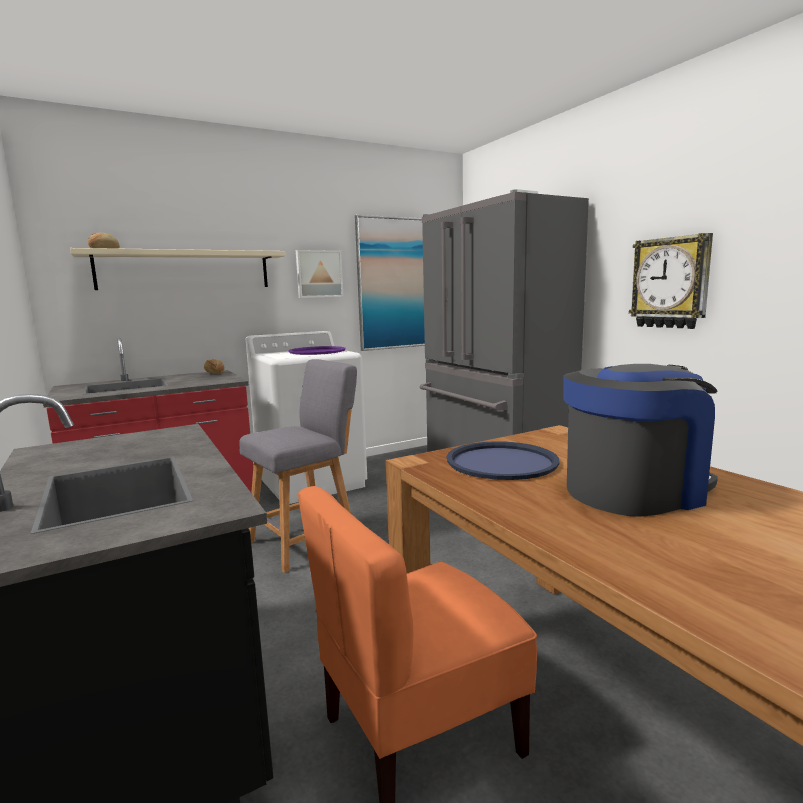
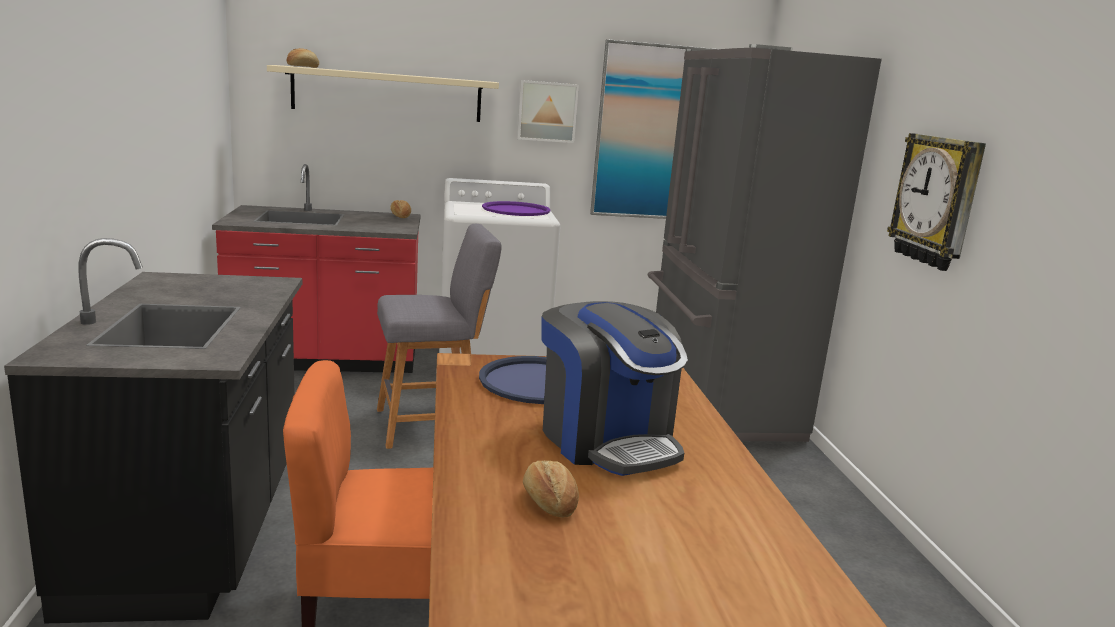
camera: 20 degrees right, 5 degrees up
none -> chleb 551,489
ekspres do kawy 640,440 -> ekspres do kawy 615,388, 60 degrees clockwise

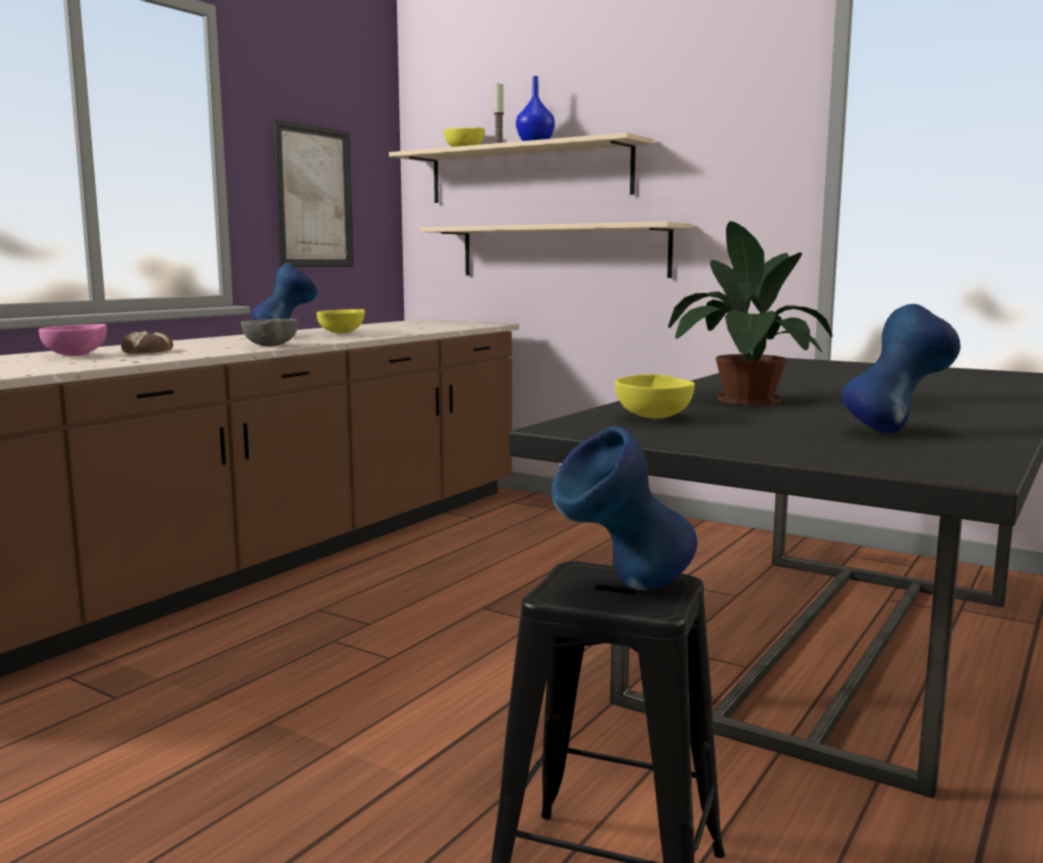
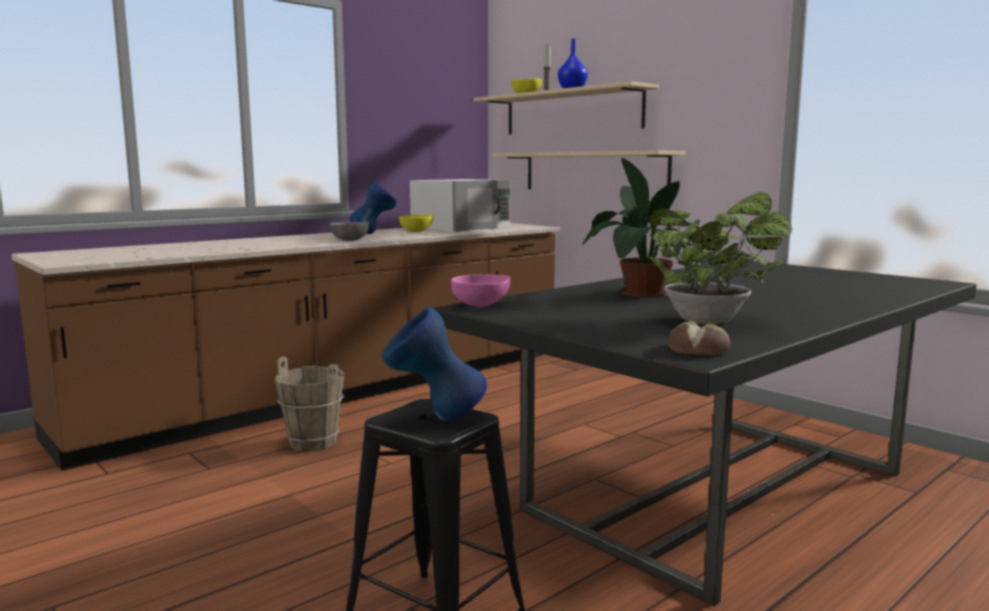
camera: 15 degrees right, 0 degrees up
none -> wiadro/brązowy 310,403
none -> mikrofalówka/biały 460,205
miska/różowy 73,340 -> miska/różowy 480,290, move
wazon/niebieski 901,368 -> roślina doniczkowa 719,258
chleb 147,342 -> chleb 699,338, move
obraz 313,193 -> none
miska/żółty 655,396 -> none

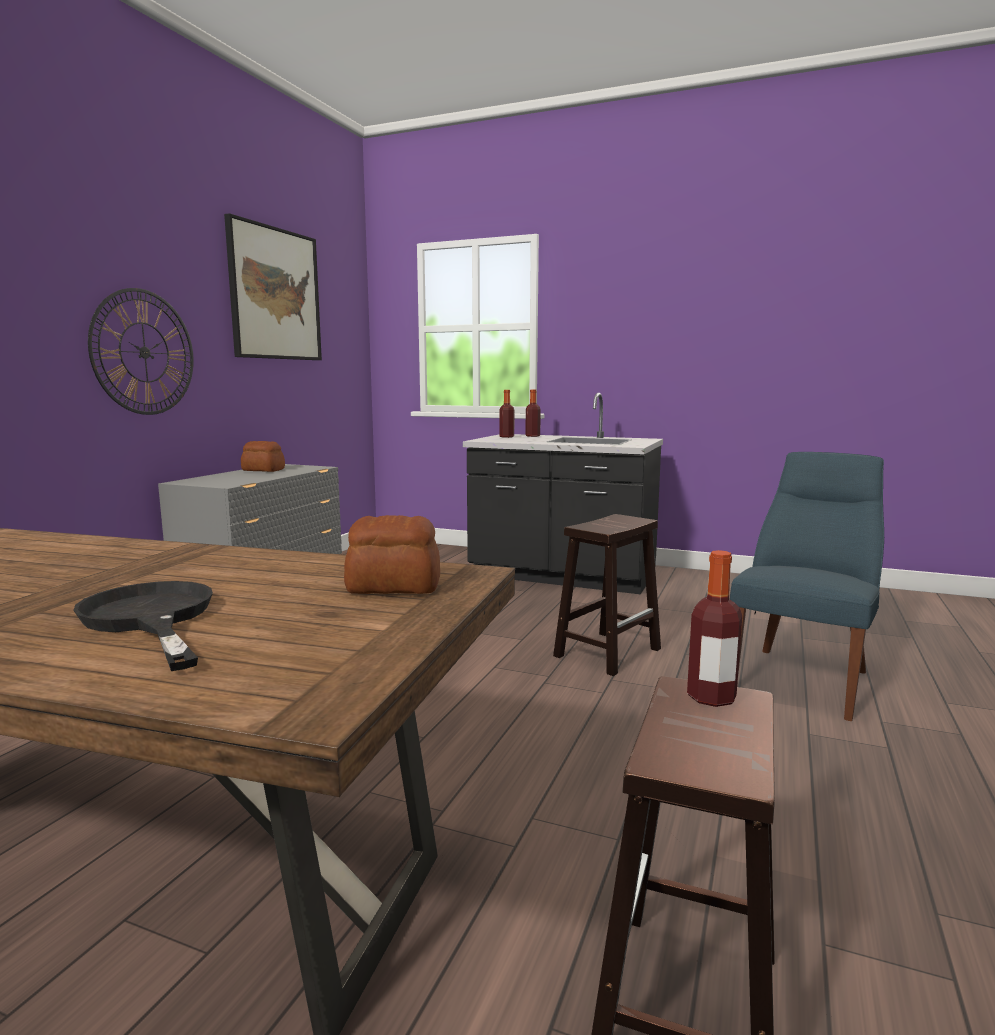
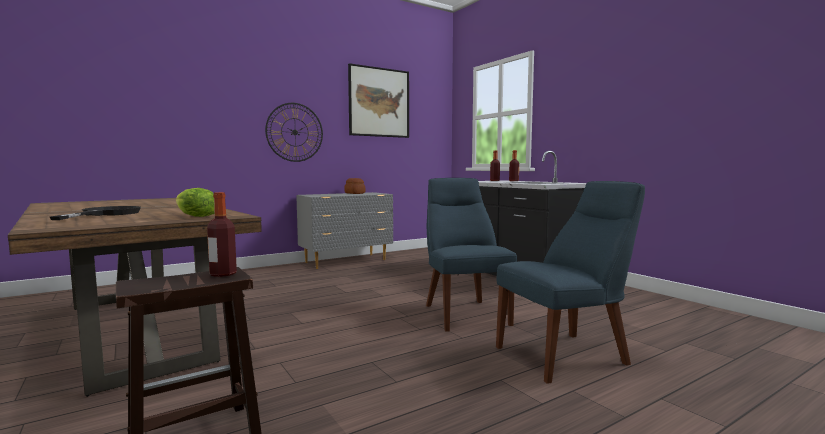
camera: 35 degrees right, 5 degrees down
chleb 392,554 -> sałata 195,202
stołek/brązowy 607,595 -> krzesło/niebieski 471,255

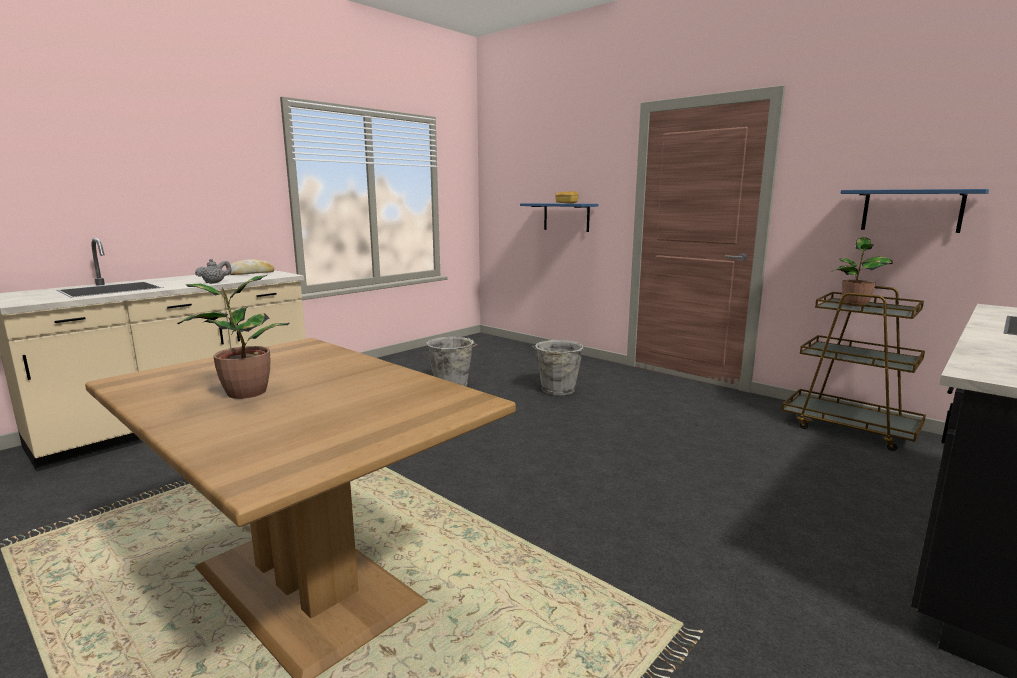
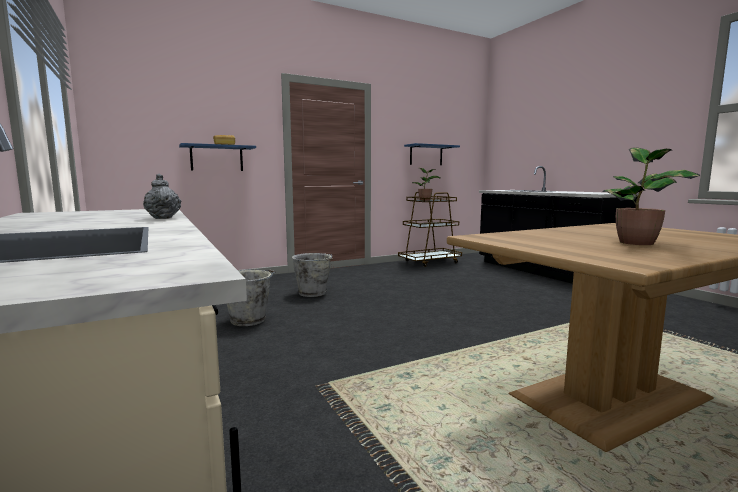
camera: 70 degrees left, 5 degrees down
chleb 252,267 -> none

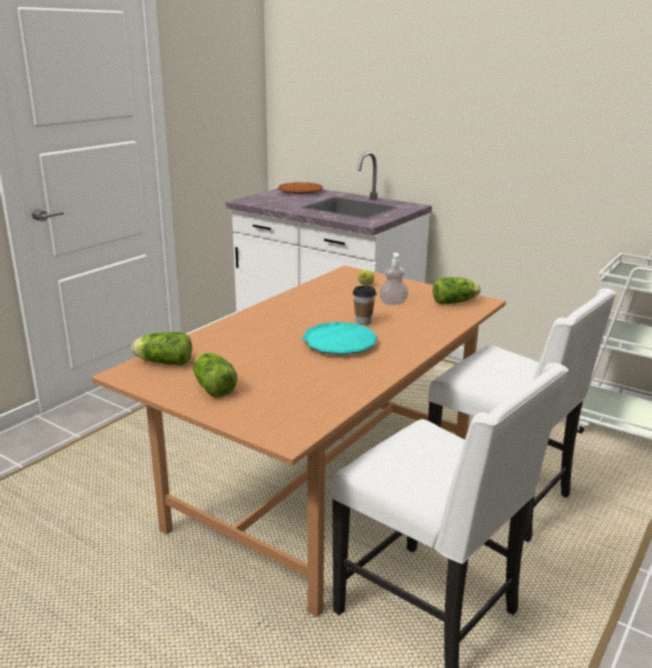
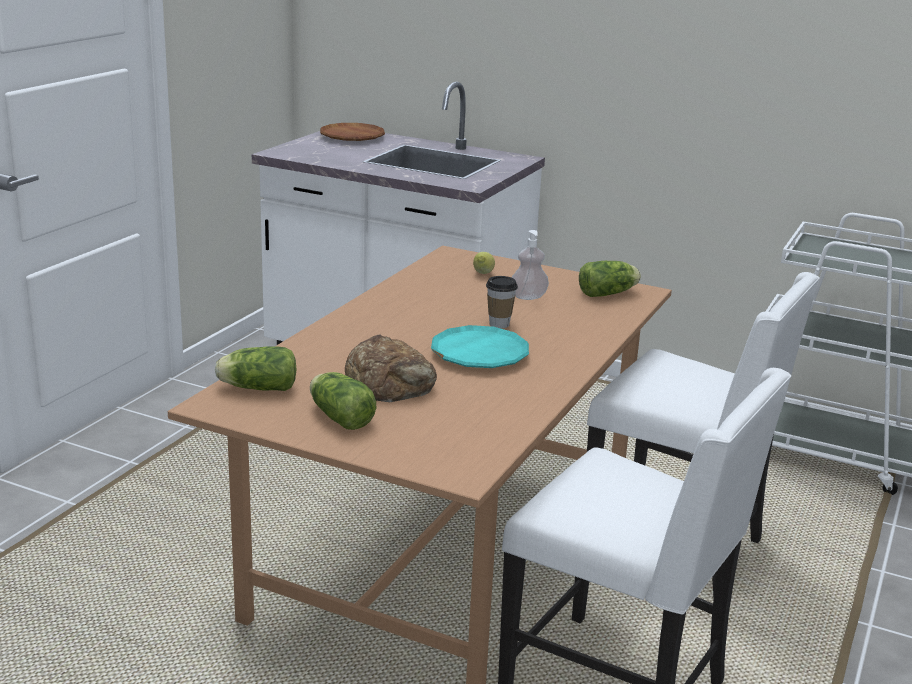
camera: 10 degrees left, 0 degrees up
none -> chleb 391,368

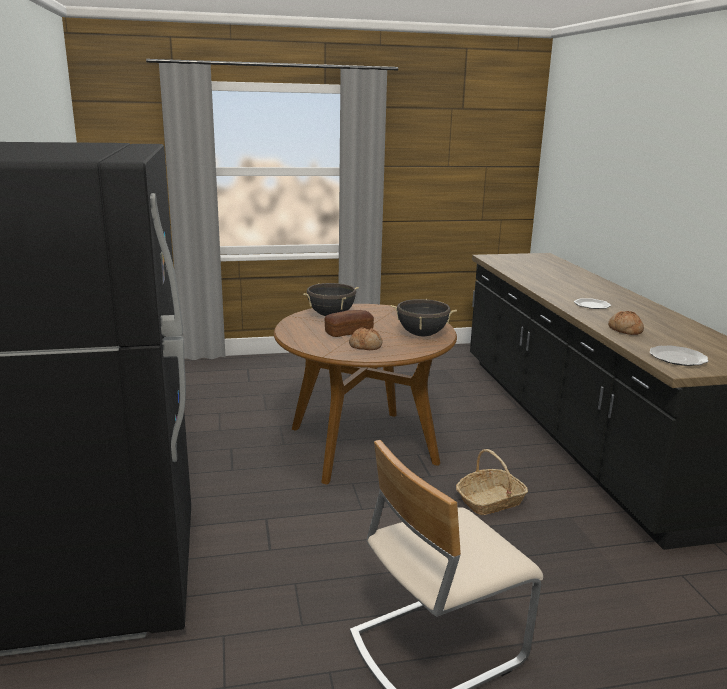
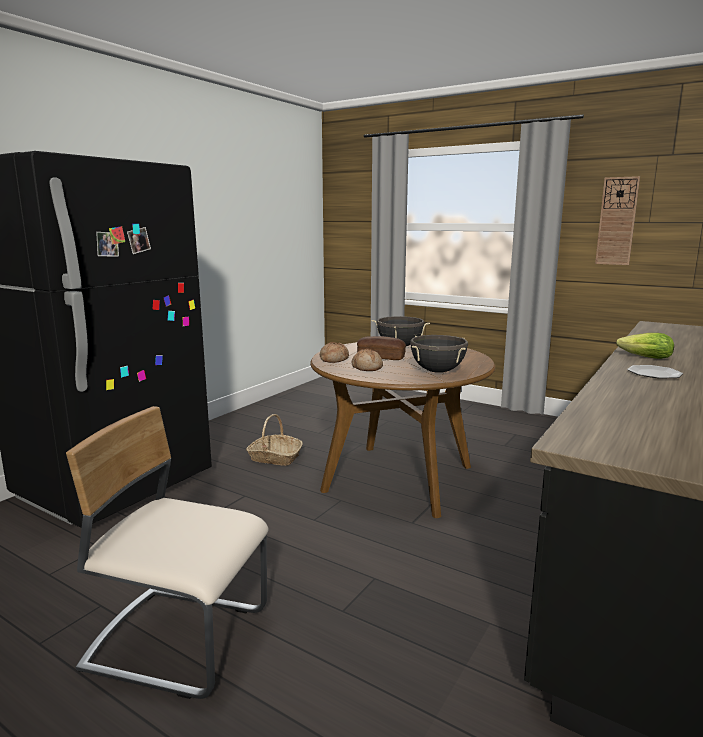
camera: 45 degrees right, 5 degrees down
koszyk 492,482 -> koszyk 274,440, move
chleb 626,323 -> chleb 334,352, move
none -> zegar ścienny 617,220
none -> sałata 645,346
talerz 678,355 -> none

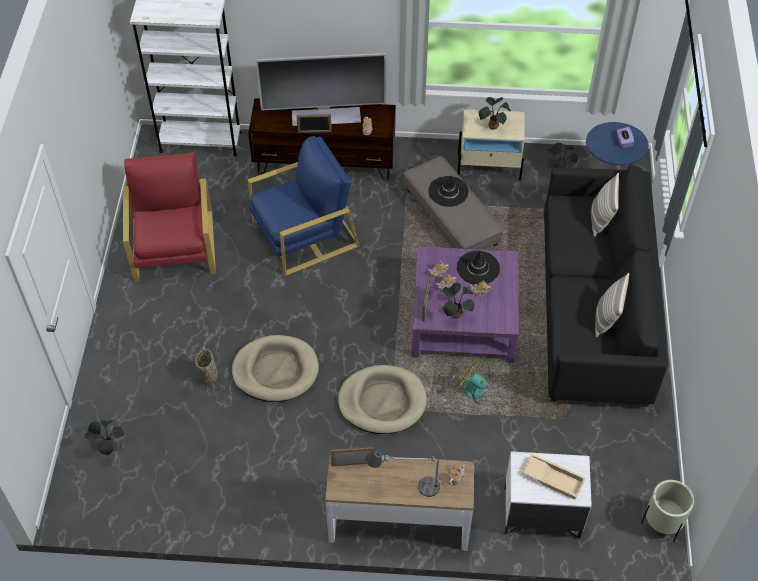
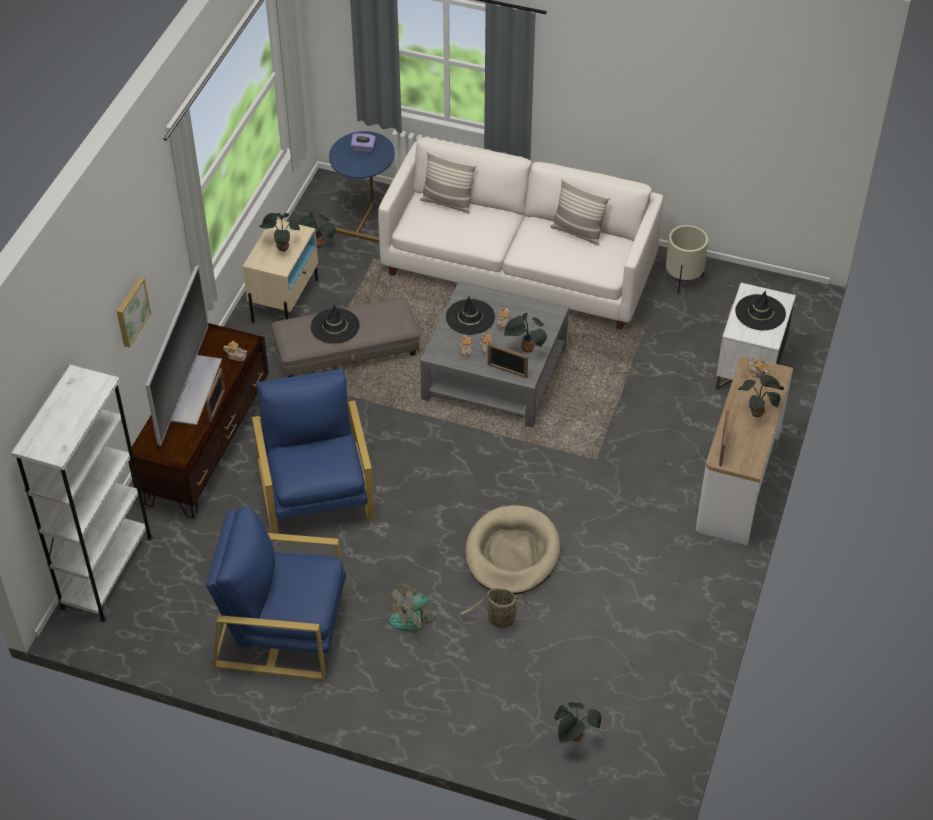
camera: 75 degrees left, 5 degrees down
none -> obraz 134,312
fotel/czerwony 169,217 -> fotel/niebieski 276,593
kanapa/czarny 606,286 -> kanapa/biały 520,233
wentylator 474,381 -> wentylator 414,607, move
ława/fioletowy 465,304 -> ława/szary 494,354
donica/beżowy 667,511 -> donica/beżowy 687,259, move
taca/beżowy 554,477 -> kapelusz/czarny 760,310
lampa stołowa 403,474 -> roślina doniczkowa 761,396
legowisko/beżowy 382,399 -> none

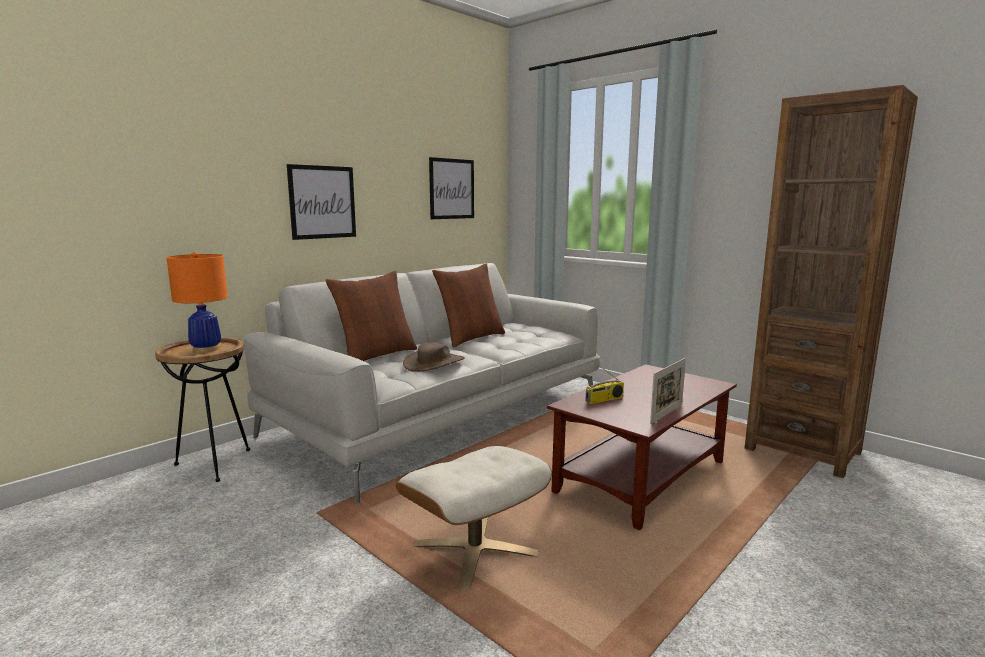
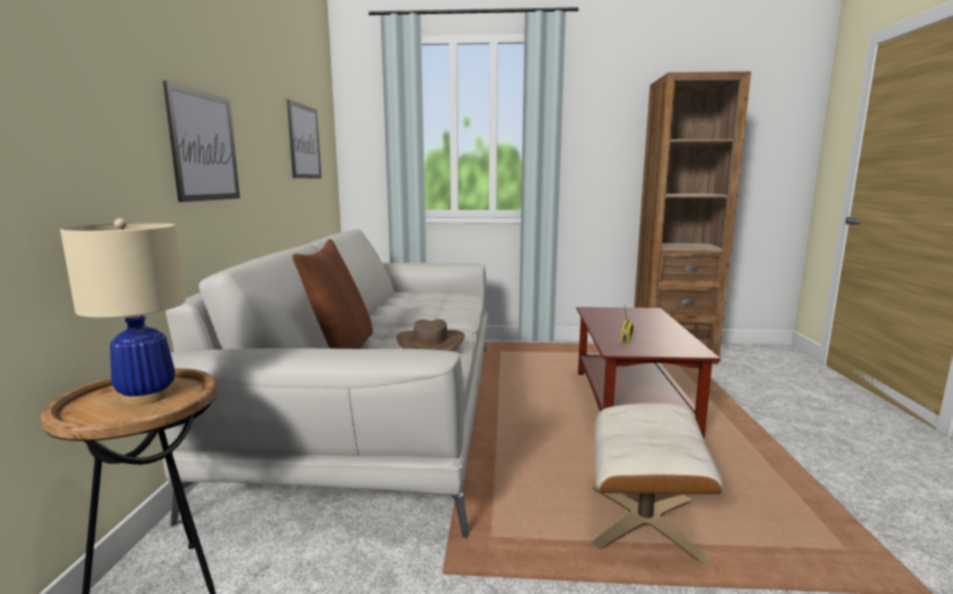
camera: 40 degrees left, 0 degrees up
lampa stołowa/pomarańczowy 197,302 -> lampa stołowa/beżowy 123,311
poduszka/brązowy 468,305 -> none
ramka na zdjęcie 668,391 -> none

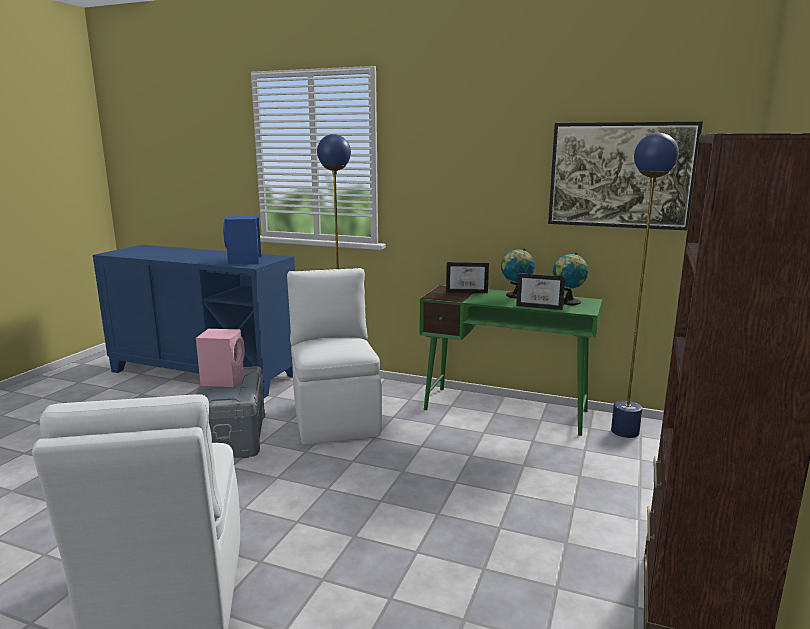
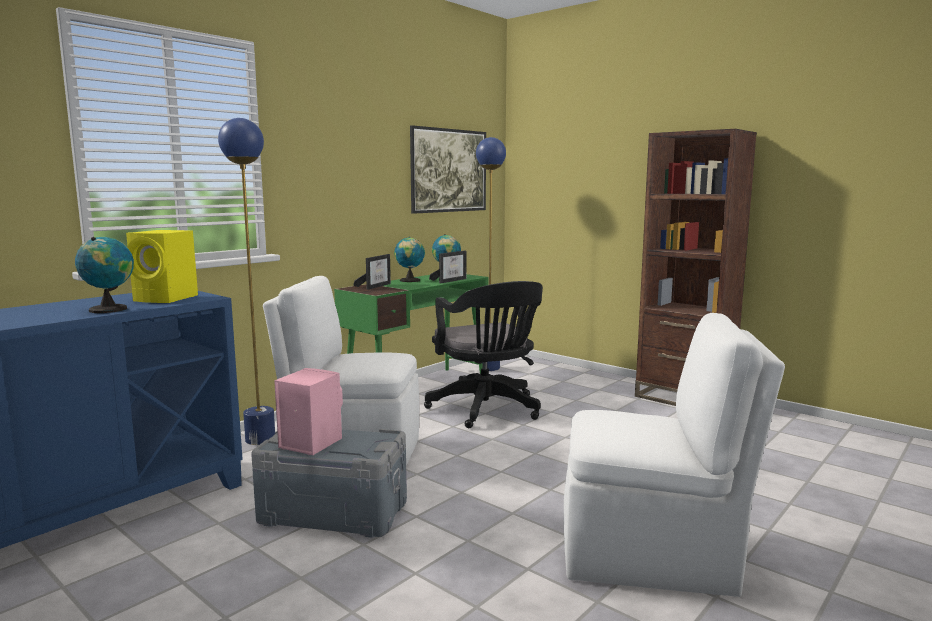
camera: 70 degrees left, 5 degrees down
none -> globus 104,275
głośnik/niebieski 242,240 -> głośnik/żółty 162,266
none -> krzesło biurowe/czarny 483,354

